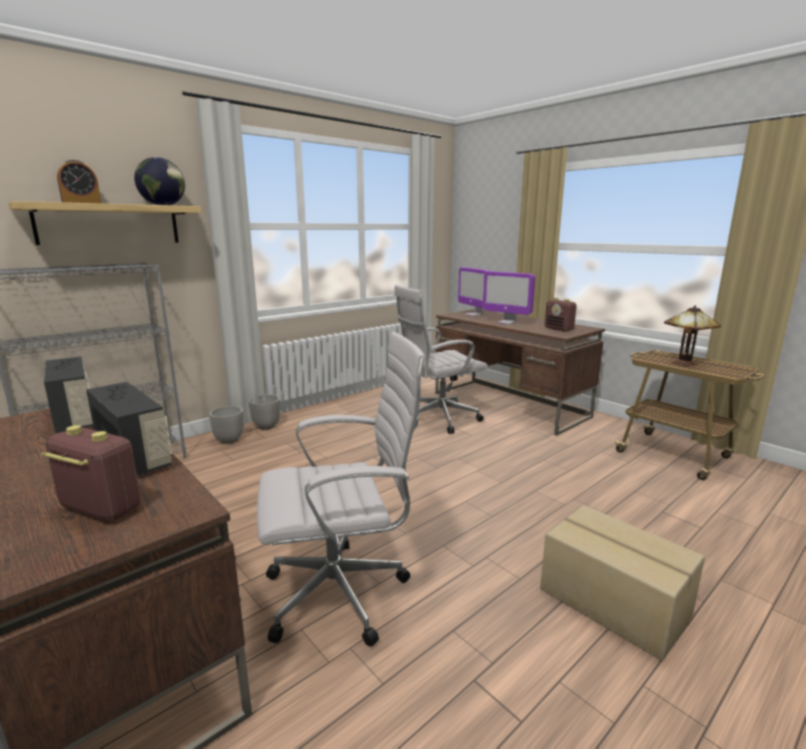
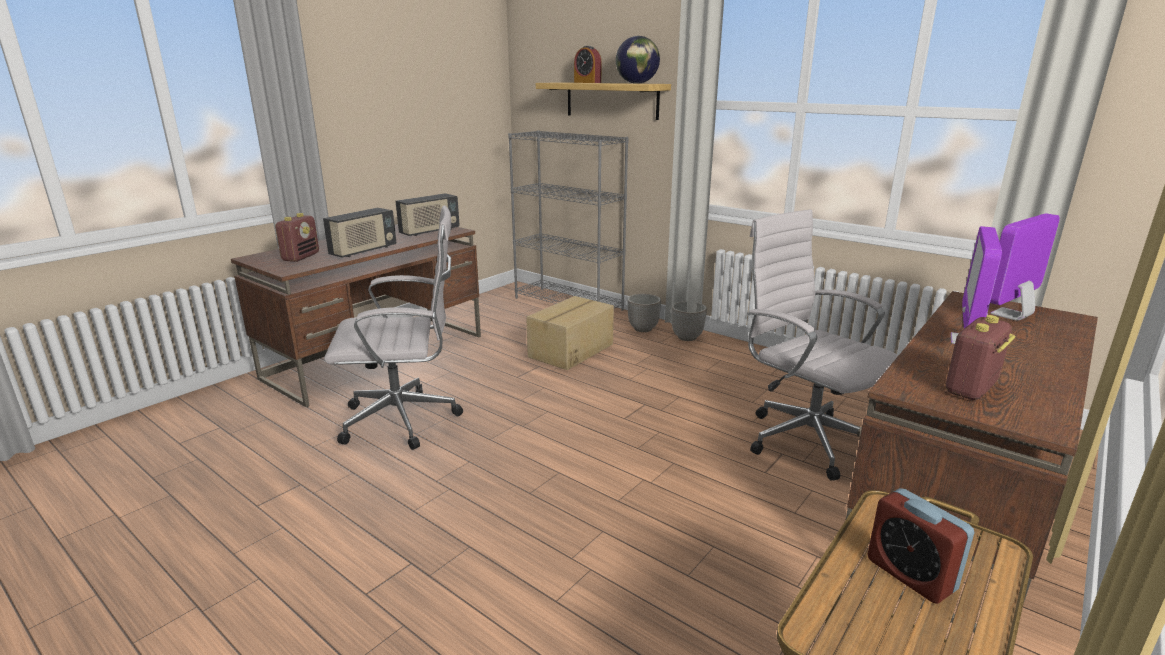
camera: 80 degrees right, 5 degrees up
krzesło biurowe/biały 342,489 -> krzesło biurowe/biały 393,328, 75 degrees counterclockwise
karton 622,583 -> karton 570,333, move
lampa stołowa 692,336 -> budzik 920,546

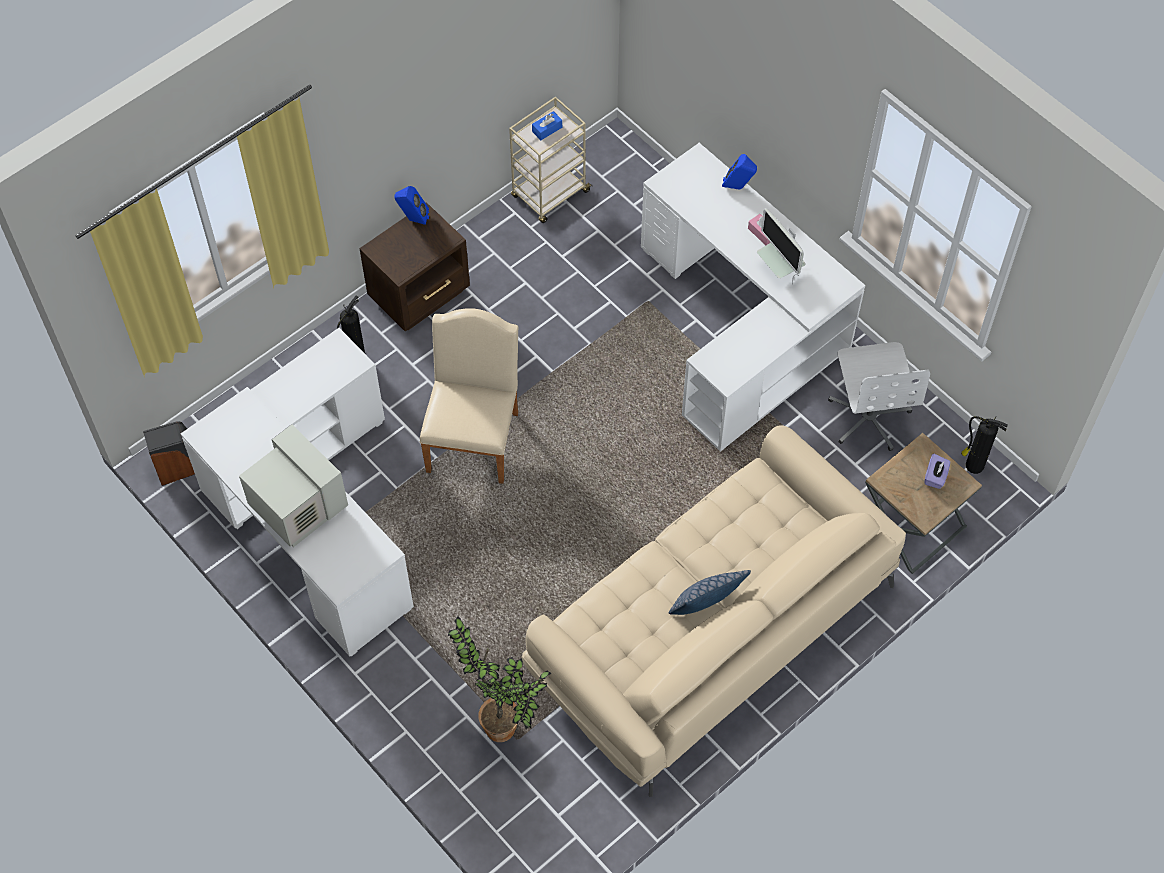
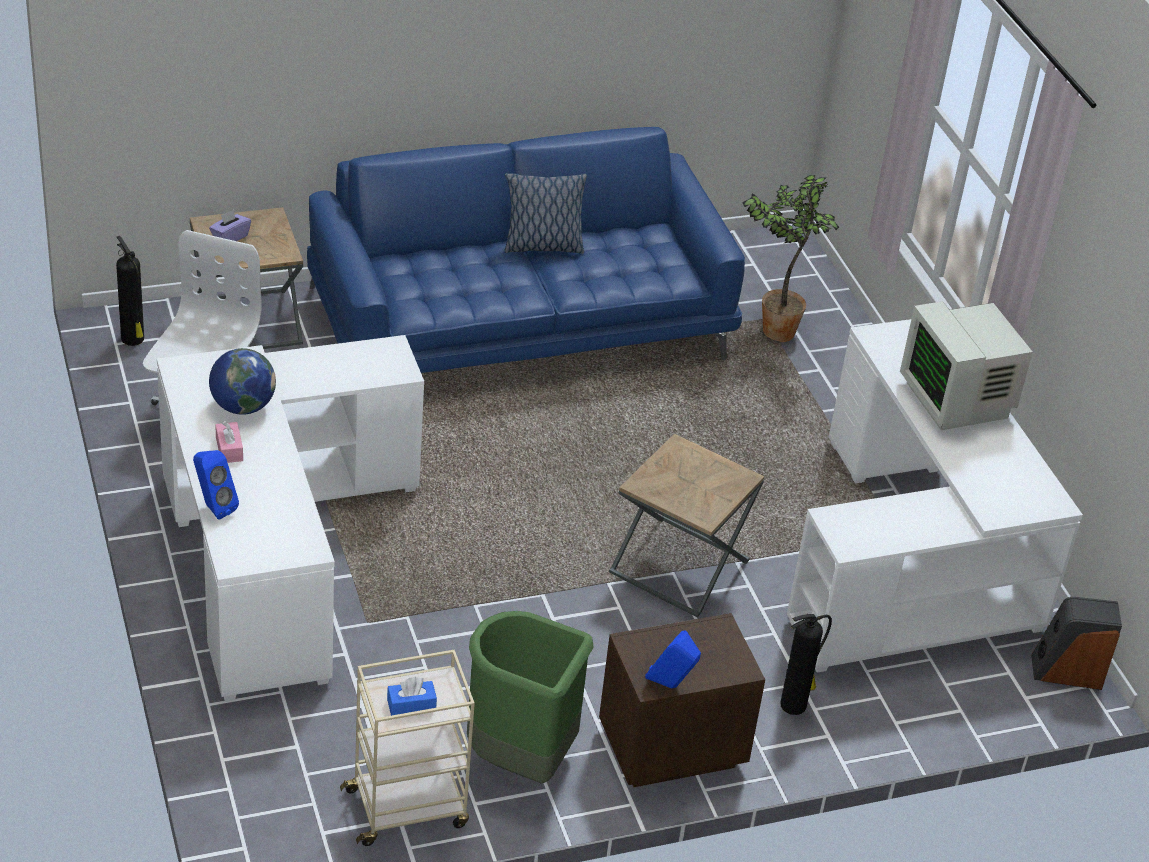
camera: 160 degrees left, 20 degrees down
monitor 781,246 -> globus 242,381
kanapa/beżowy 714,611 -> kanapa/niebieski 526,250
none -> kosz na śmieci/zielony 530,697
krzesło/beżowy 469,396 -> stolik/brązowy 686,525

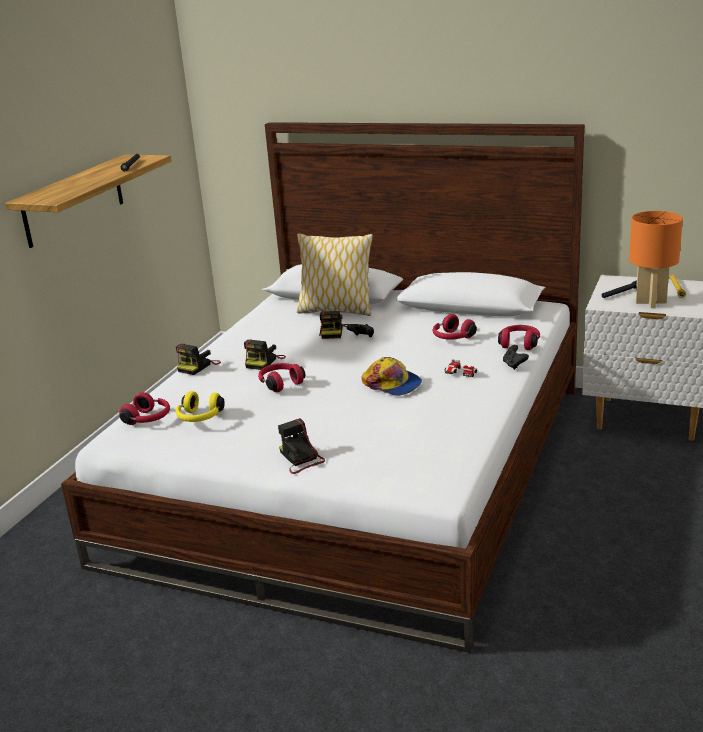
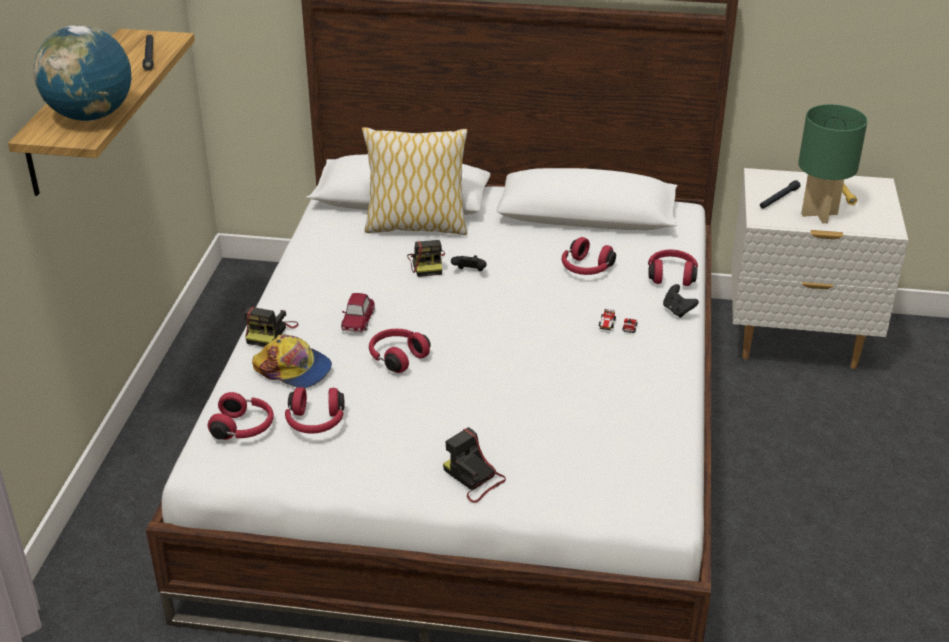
camera: 15 degrees left, 10 degrees up
none -> globus 82,73
czapka z daszkiem 391,376 -> czapka z daszkiem 292,361, move
słuchawki/żółty 200,406 -> słuchawki/czerwony 315,410
aparat fotograficzny 265,354 -> samochodzik 358,313
lampa stołowa/pomarańczowy 656,259 -> lampa stołowa/zielony 833,163

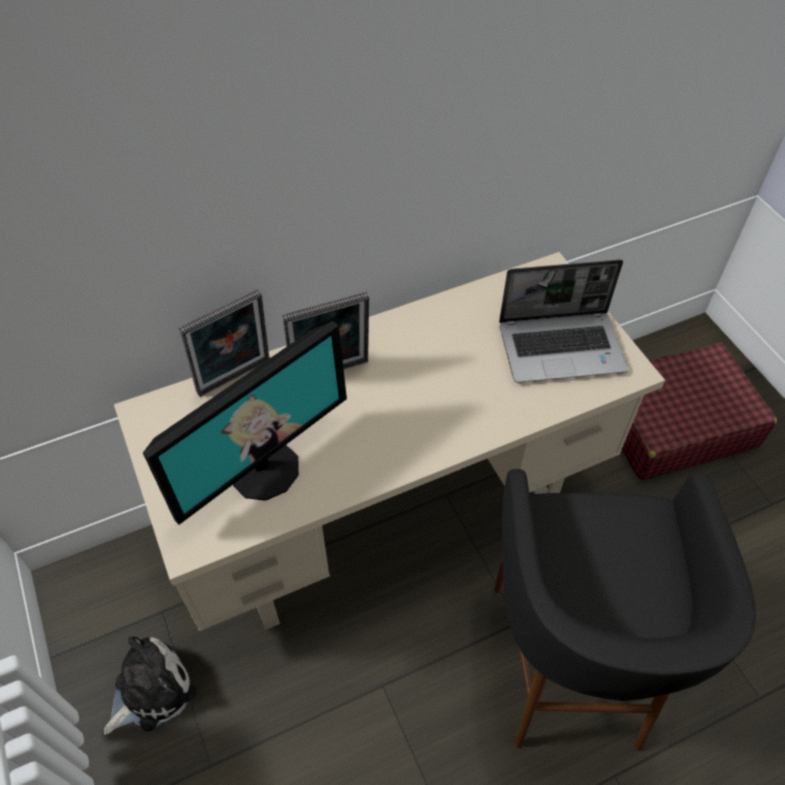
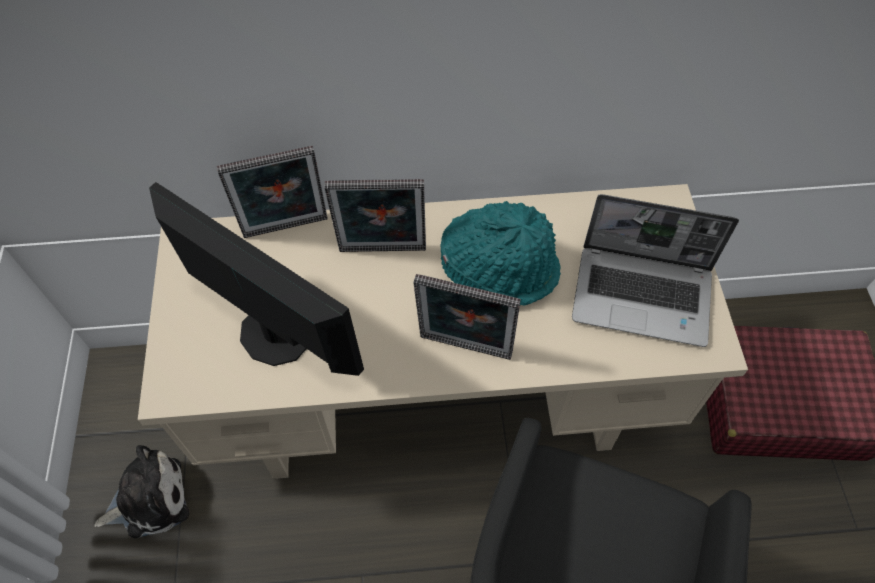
camera: 20 degrees right, 5 degrees up
monitor 245,423 -> monitor 256,279, 120 degrees counterclockwise
none -> ramka na zdjęcie 467,317
none -> kapelusz/turkusowy 500,253

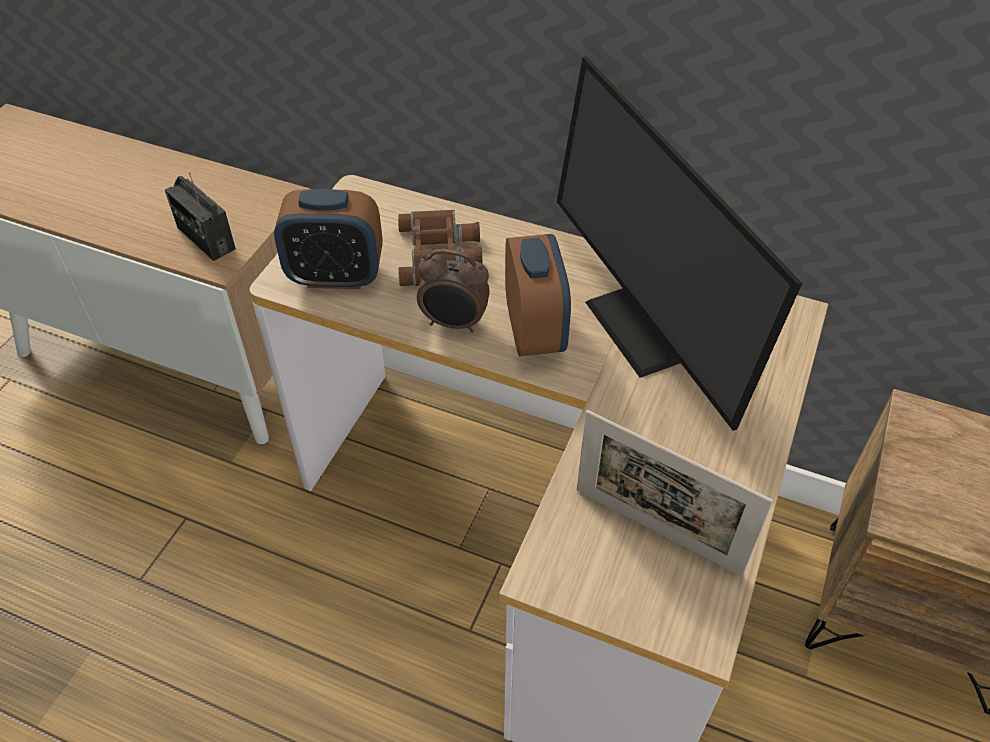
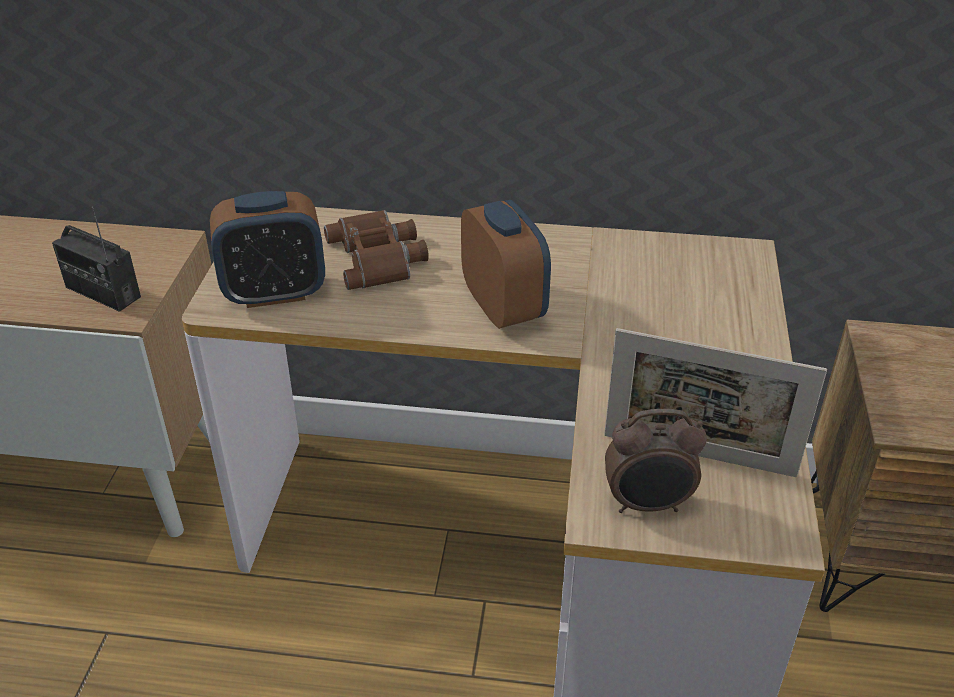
camera: 15 degrees left, 10 degrees down
budzik 453,291 -> budzik 656,461, move
monitor 679,244 -> none

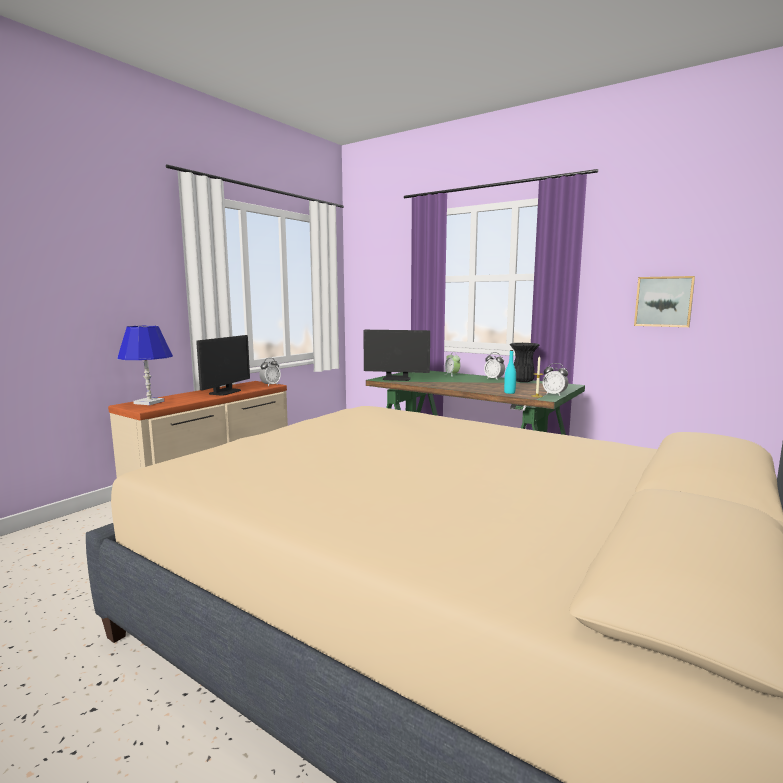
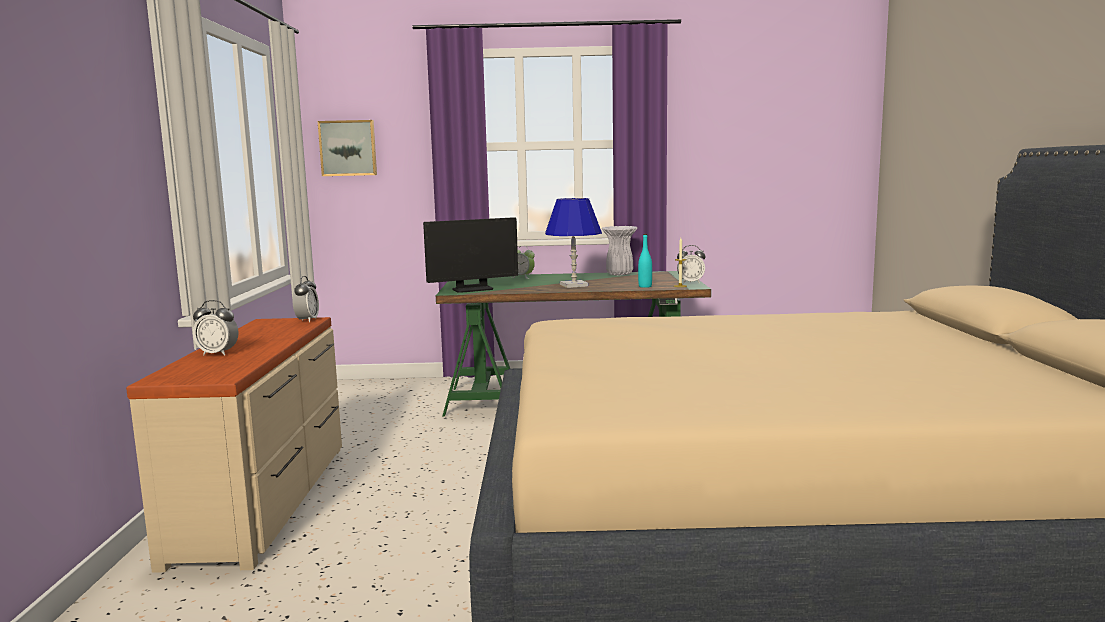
camera: 35 degrees left, 0 degrees up
budzik 494,365 -> budzik 216,328, move
obraz 664,301 -> obraz 347,148, move
lampa stołowa/niebieski 145,365 -> lampa stołowa/niebieski 573,243, move
wazon/czarny 525,362 -> wazon/biały 619,250
monitor 223,365 -> none

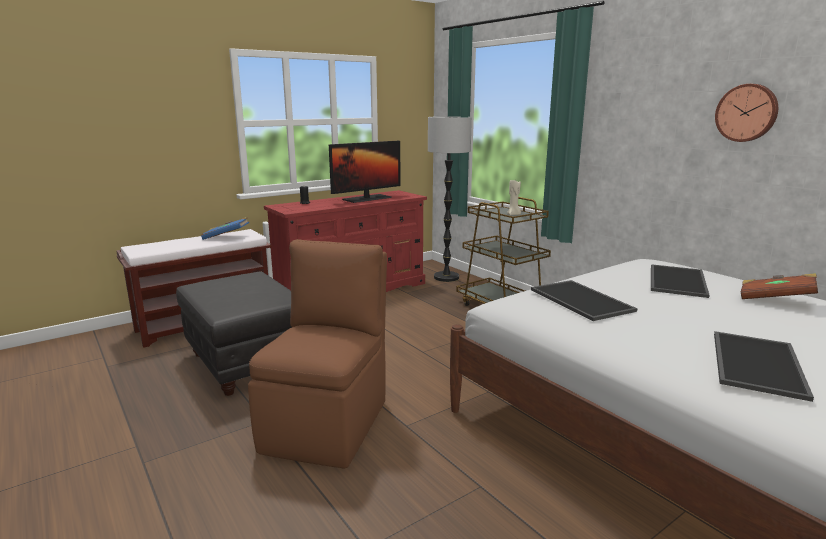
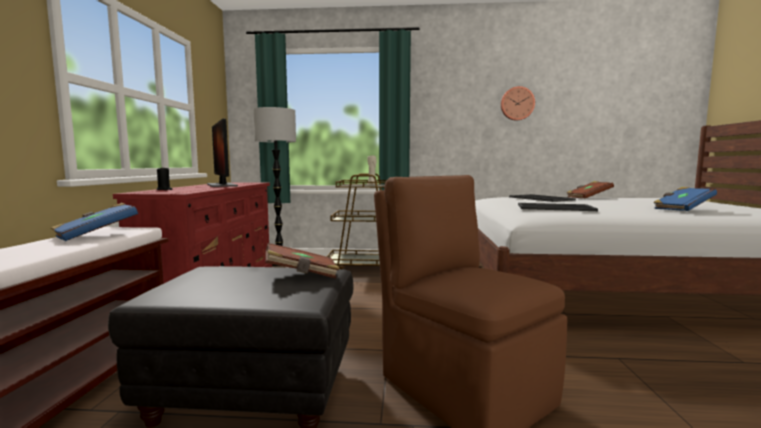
camera: 50 degrees left, 10 degrees down
monitor 365,172 -> monitor 222,153, 150 degrees clockwise
none -> książka/brązowy 302,261
taca 764,366 -> książka/niebieski 685,199

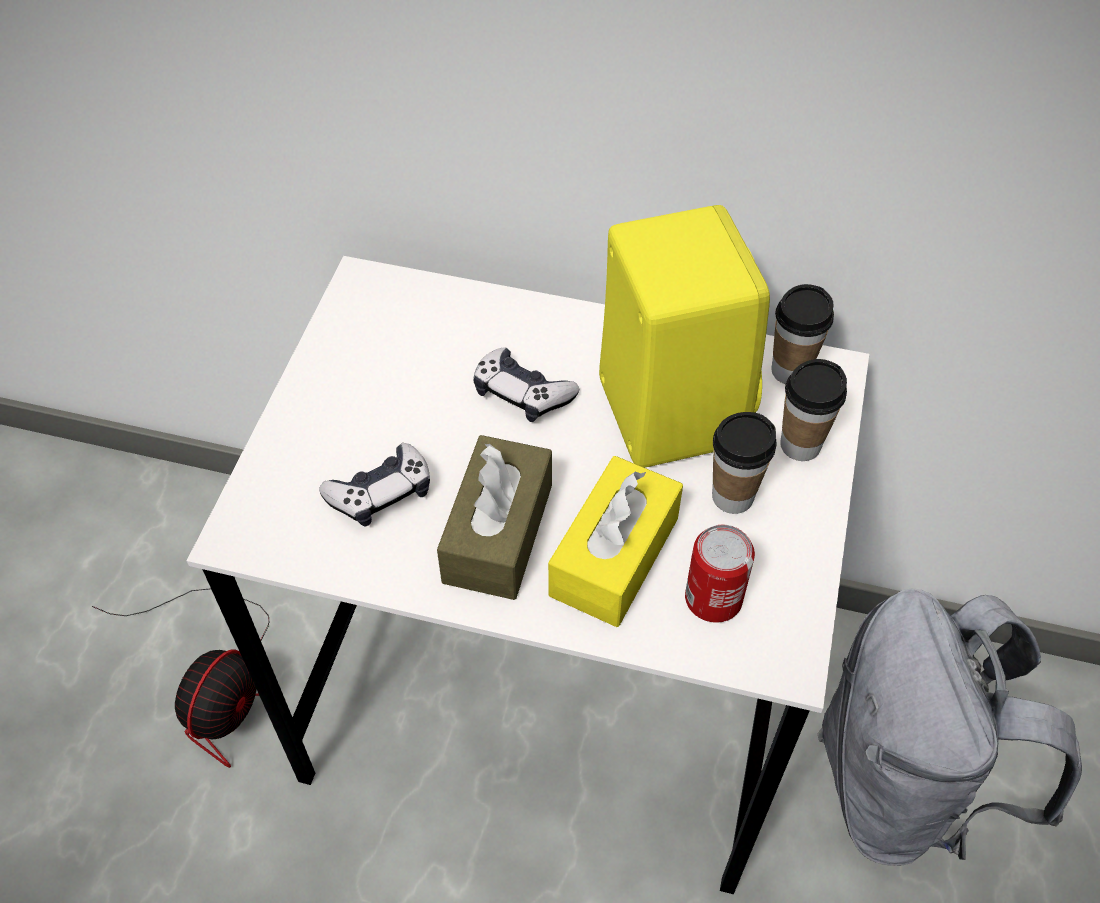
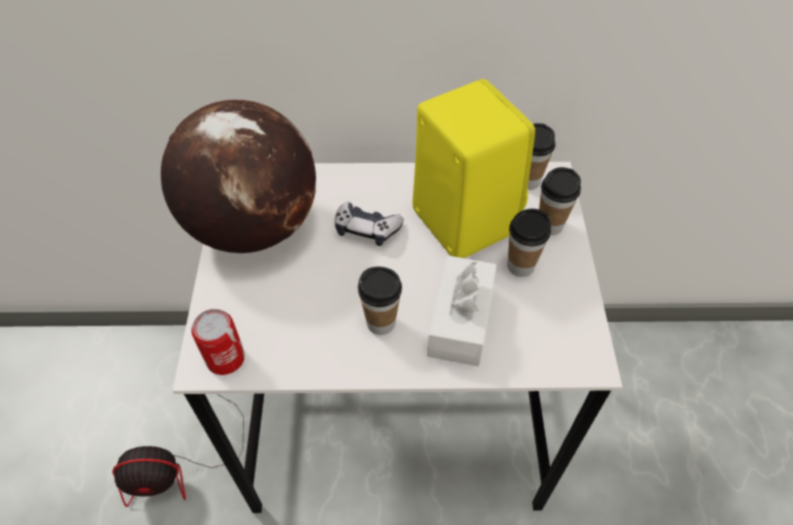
camera: 15 degrees left, 0 degrees up
wentylator 180,678 -> wentylator 178,450, 75 degrees clockwise
none -> globus 238,176
puszka 720,574 -> puszka 218,342, move
pudełko chusteczek/brązowy 494,517 -> filiżanka 380,301
pudełko chusteczek/żółty 615,541 -> pudełko chusteczek/biały 462,310
pad do gier 374,484 -> none
plecak/szary 950,727 -> none

